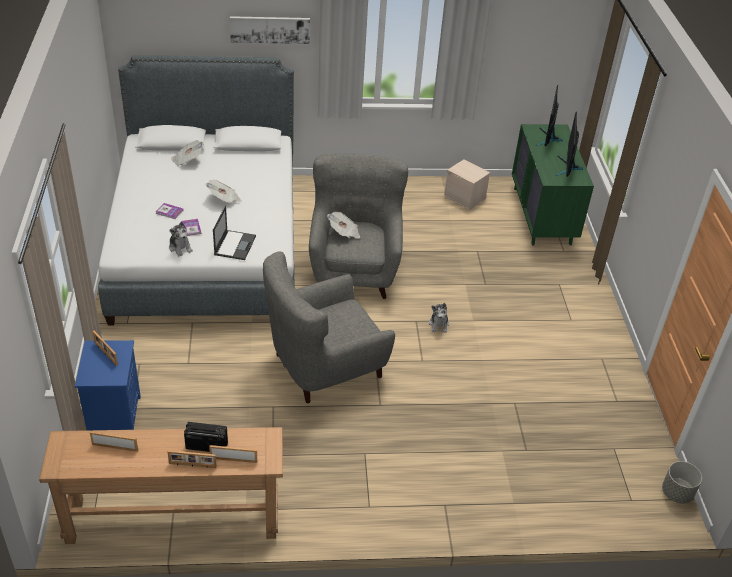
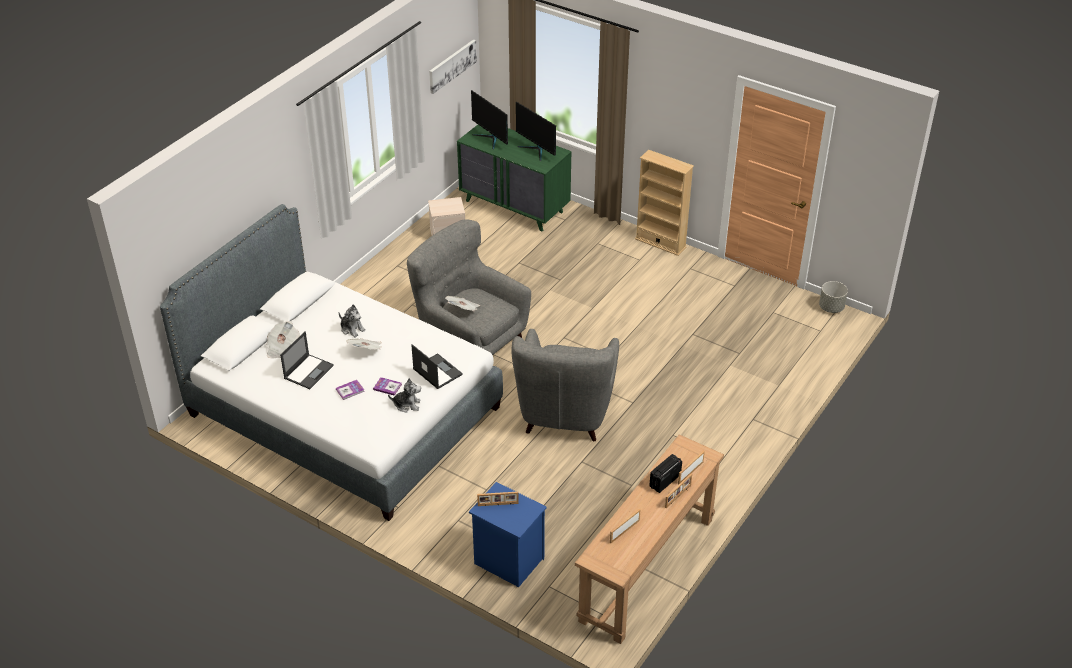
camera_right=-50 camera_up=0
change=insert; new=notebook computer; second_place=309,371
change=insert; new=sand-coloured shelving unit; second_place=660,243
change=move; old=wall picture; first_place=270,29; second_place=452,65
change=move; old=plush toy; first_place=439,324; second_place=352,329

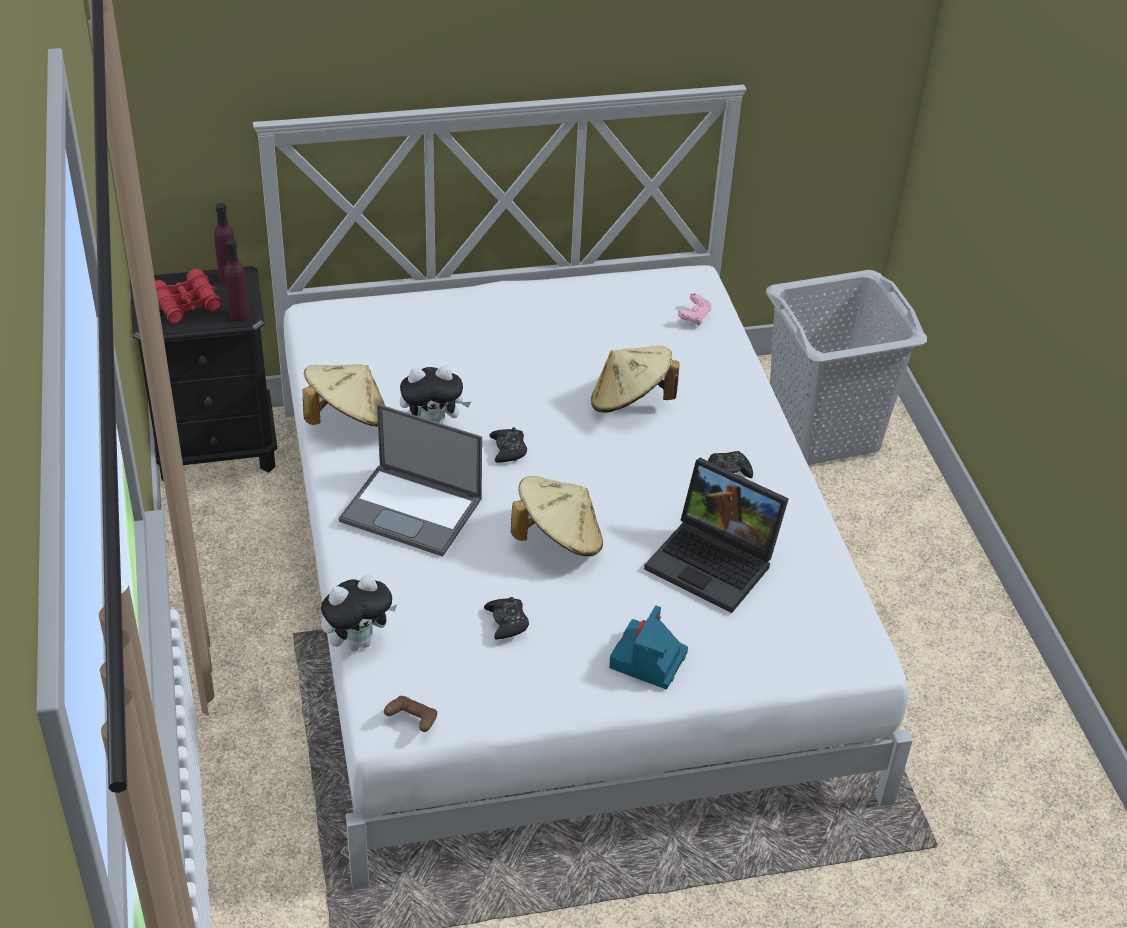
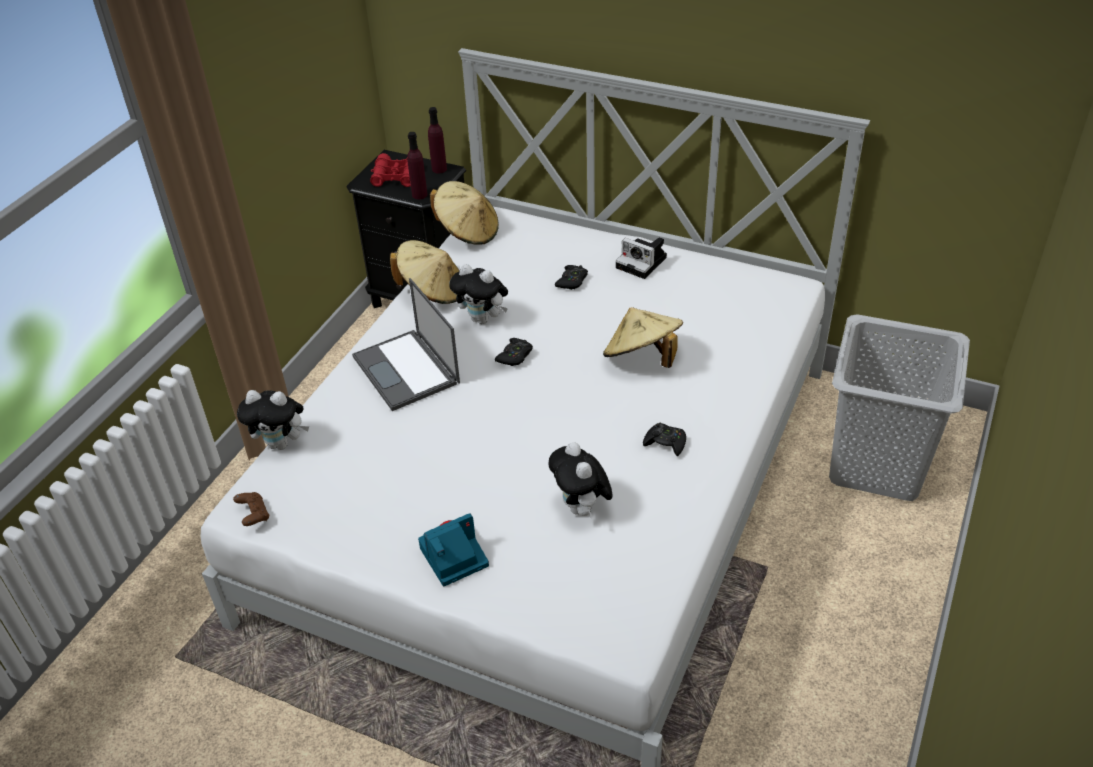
camera_right=40 camera_up=0
change=delete; old=pink game controller; first_place=694,317
change=insert; new=still camera; second_place=643,263
change=move; old=black-coloured game controller; first_place=507,622; second_place=572,281
change=move; old=sand-coloured clothing hat; first_place=559,539; second_place=467,232
change=replace; old=notebook computer; new=plush toy; first_place=715,562; second_place=581,508

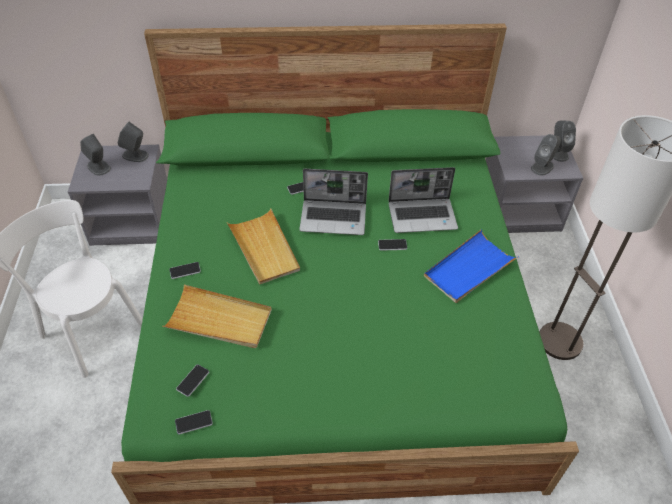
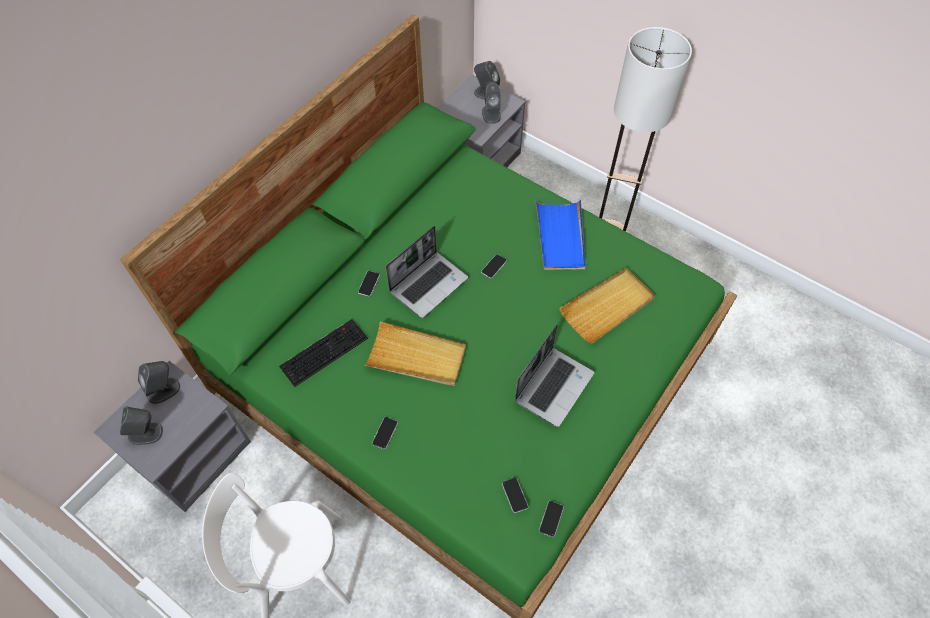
camera_right=-50 camera_up=10
change=insert; new=PC keyboard; second_place=324,351
change=move; old=sand-coloured tray; first_place=219,320; second_place=607,307
change=move; old=notebook computer; first_place=423,216; second_place=553,386

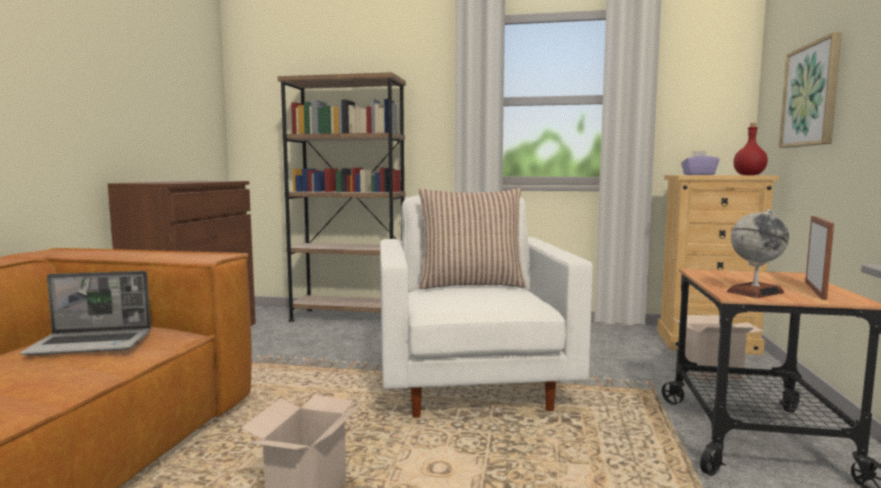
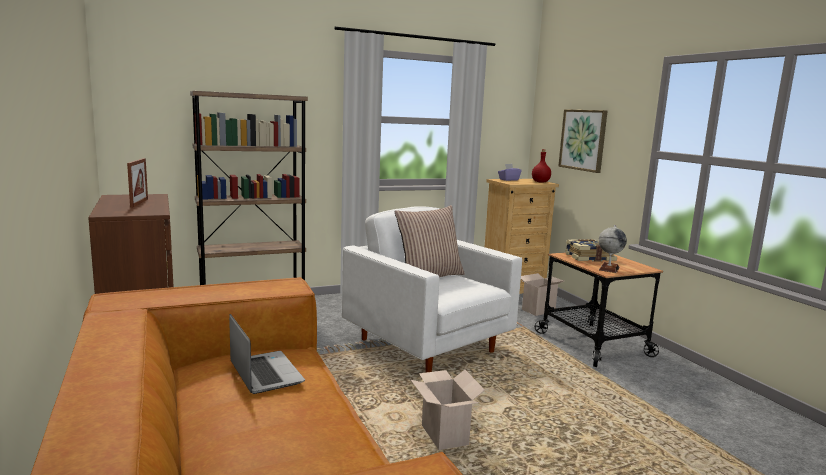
camera_right=-35 camera_up=5
change=insert; new=volume; second_place=589,257
change=move; old=photo frame; first_place=815,290; second_place=139,203
change=rotate; old=notebook computer; first_place=92,344; second_place=264,373; degrees=-75

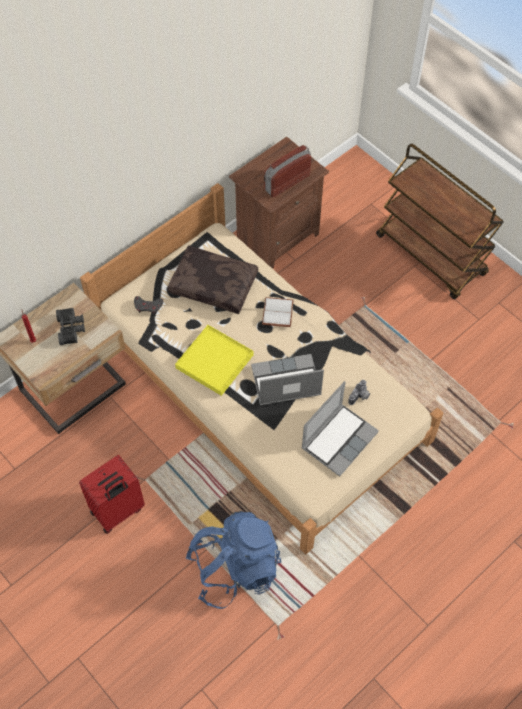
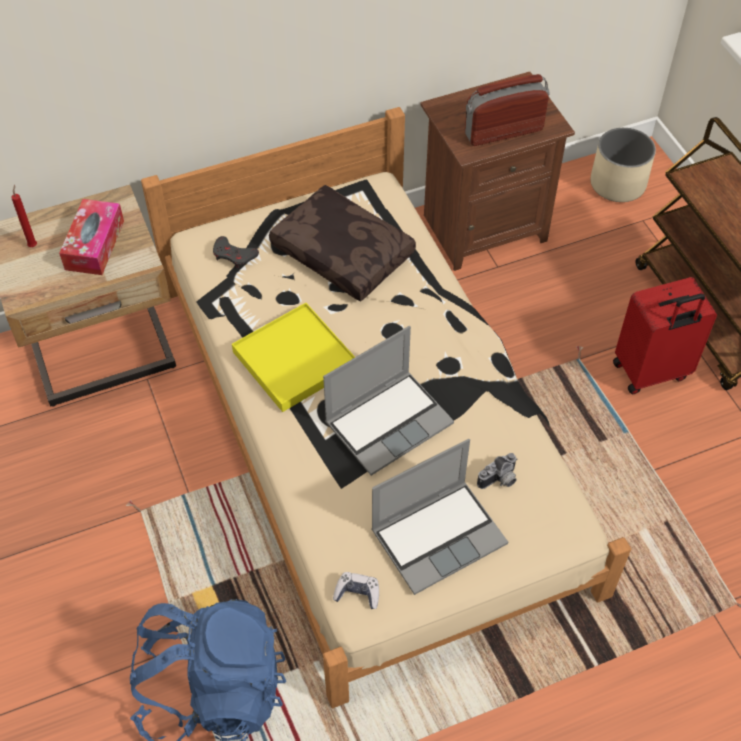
camera_right=20 camera_up=-5
change=delete; old=whitish volume; first_place=278,313
change=insert; new=game controller; second_place=357,593
change=insert; new=sand-coloured planter; second_place=618,183
change=move; old=reddish suitcase; first_place=118,511; second_place=651,372
change=replace; old=black-coloured pair of binoculars; new=tissue holder; first_place=71,328; second_place=94,245
change=rotate; old=notebook computer; first_place=285,382; second_place=389,422; degrees=135

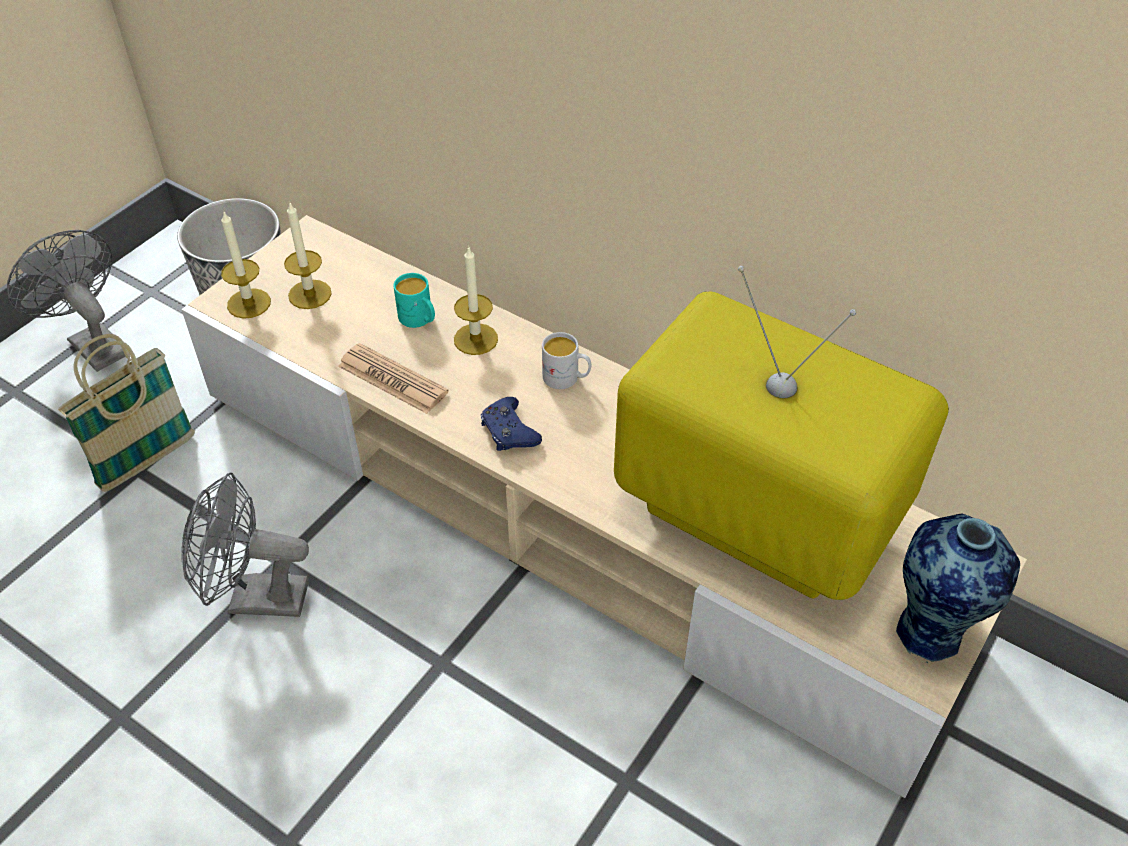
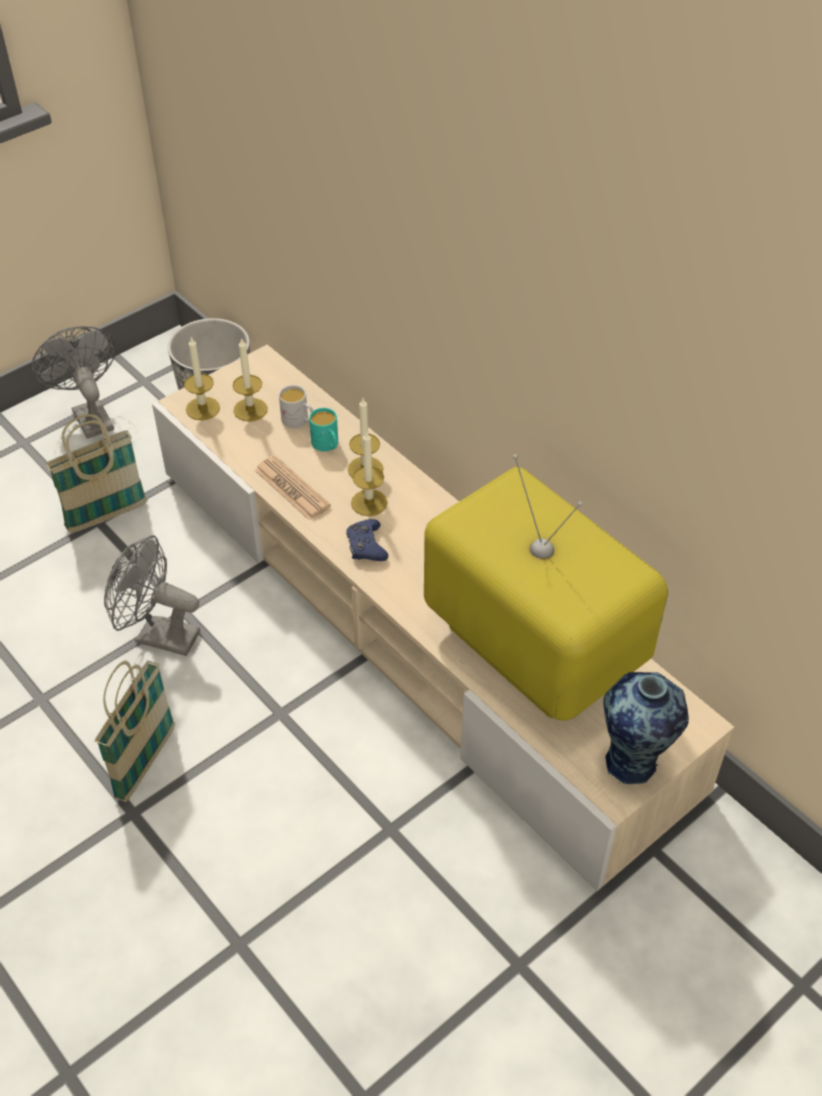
camera_right=15 camera_up=0
change=insert; new=basket; second_place=146,763
change=insert; new=wax candle; second_place=369,502
change=move; old=whitish mug; first_place=566,378; second_place=299,421

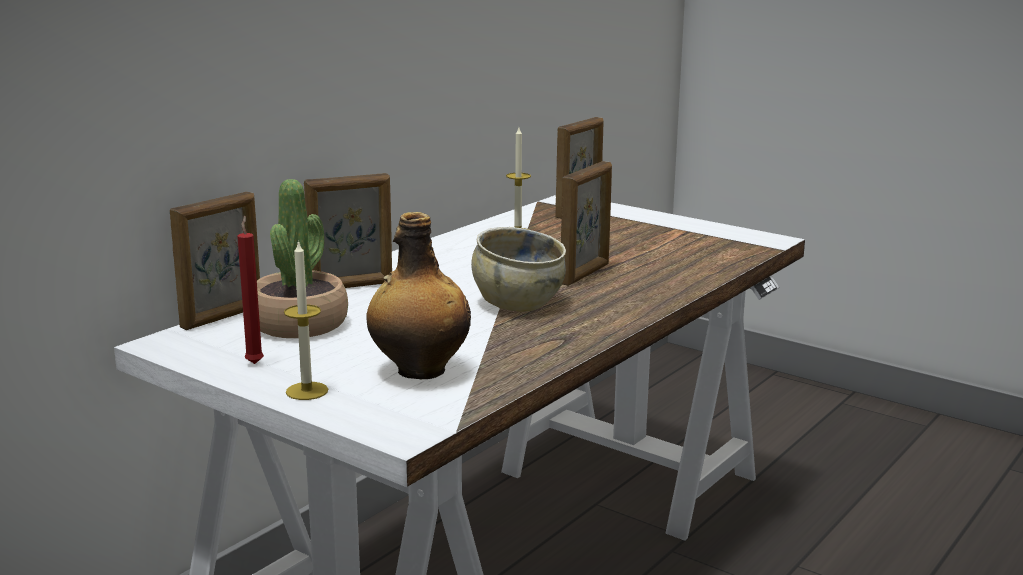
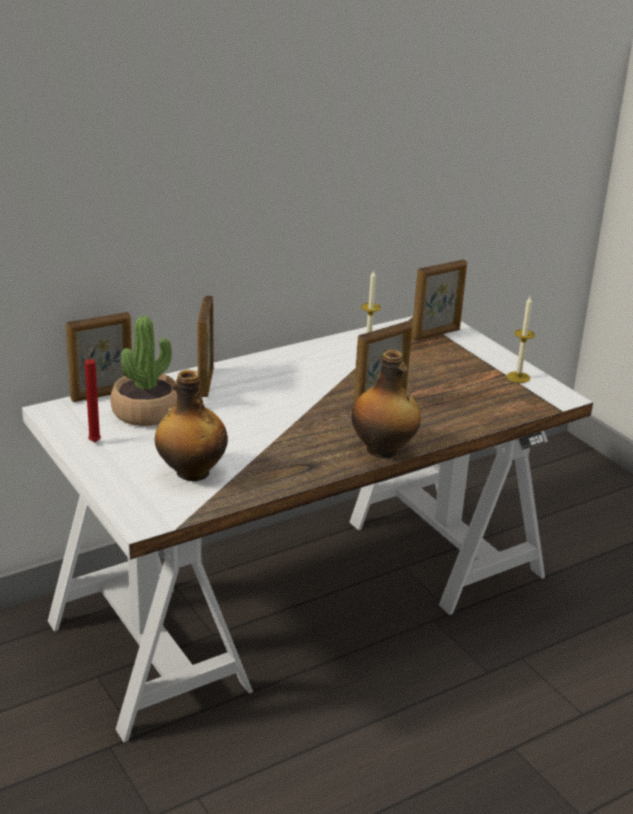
camera_right=20 camera_up=10
change=delete; old=sand-coloured serving bowl; first_place=517,303
change=insert; new=beverage bottle; second_place=383,450
change=move; old=wax candle; first_place=307,391; second_place=518,377
change=rotate; old=photo frame; first_place=351,286; second_place=205,382; degrees=90

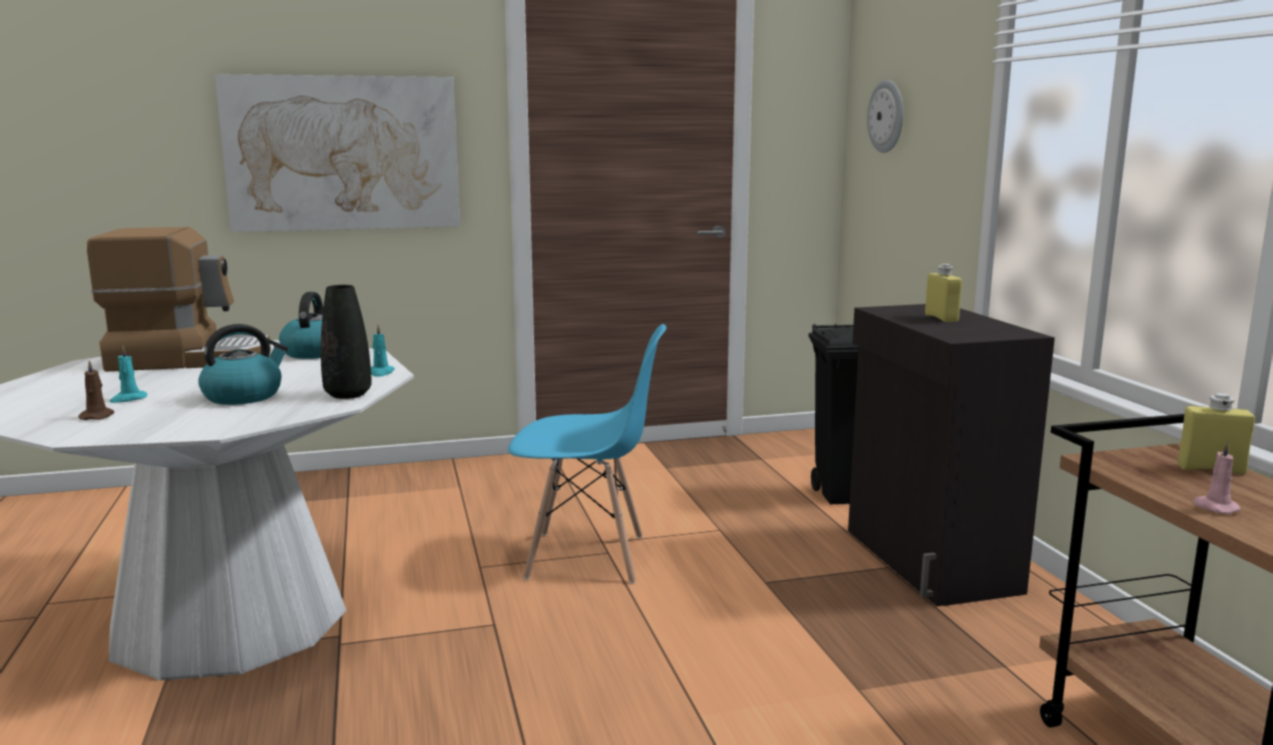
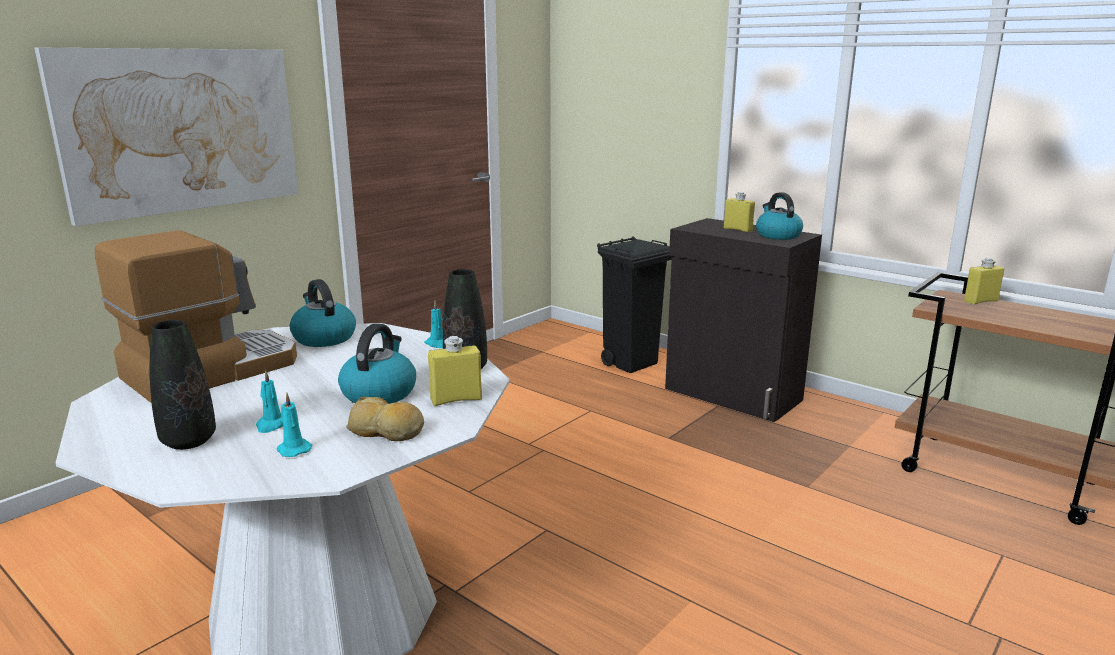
camera_right=-35 camera_up=5
change=delete; old=bluish chair; first_place=587,557
change=delete; old=wall clock; first_place=887,116
change=delete; old=pink wax candle; first_place=1214,507
change=insert; new=black-coloured flower vase; second_place=188,441
change=insert; new=bread; second_place=387,431
change=insert; new=yellow beverage bottle; second_place=456,399
change=insert; new=tea kettle; second_place=777,235
change=recolor; old=brownish wax candle; new=turquoise-coloured wax candle; first_place=98,416; second_place=293,449

